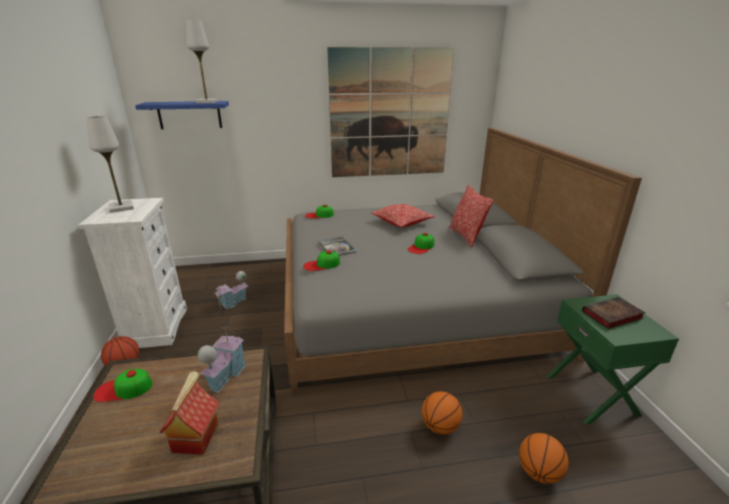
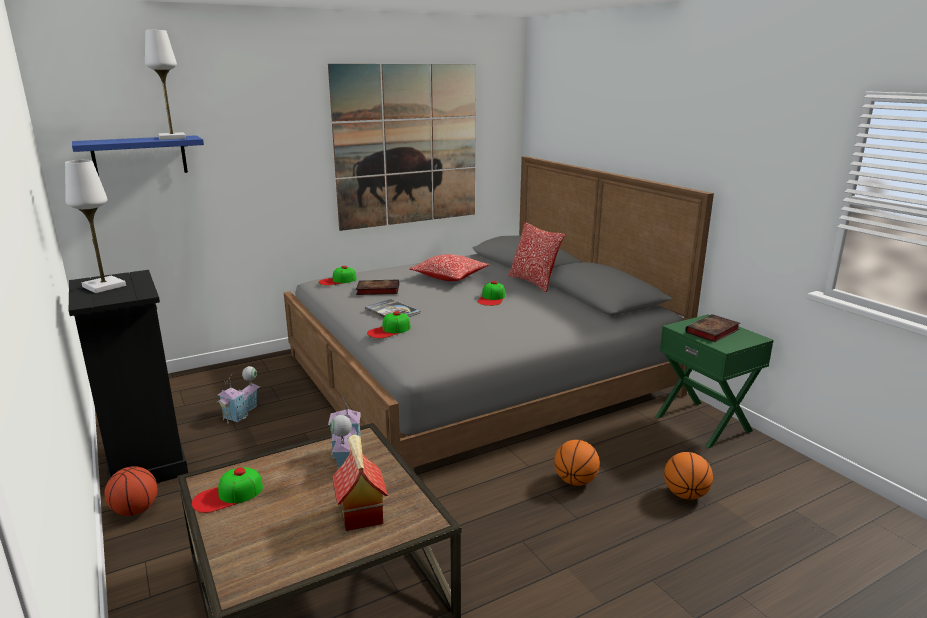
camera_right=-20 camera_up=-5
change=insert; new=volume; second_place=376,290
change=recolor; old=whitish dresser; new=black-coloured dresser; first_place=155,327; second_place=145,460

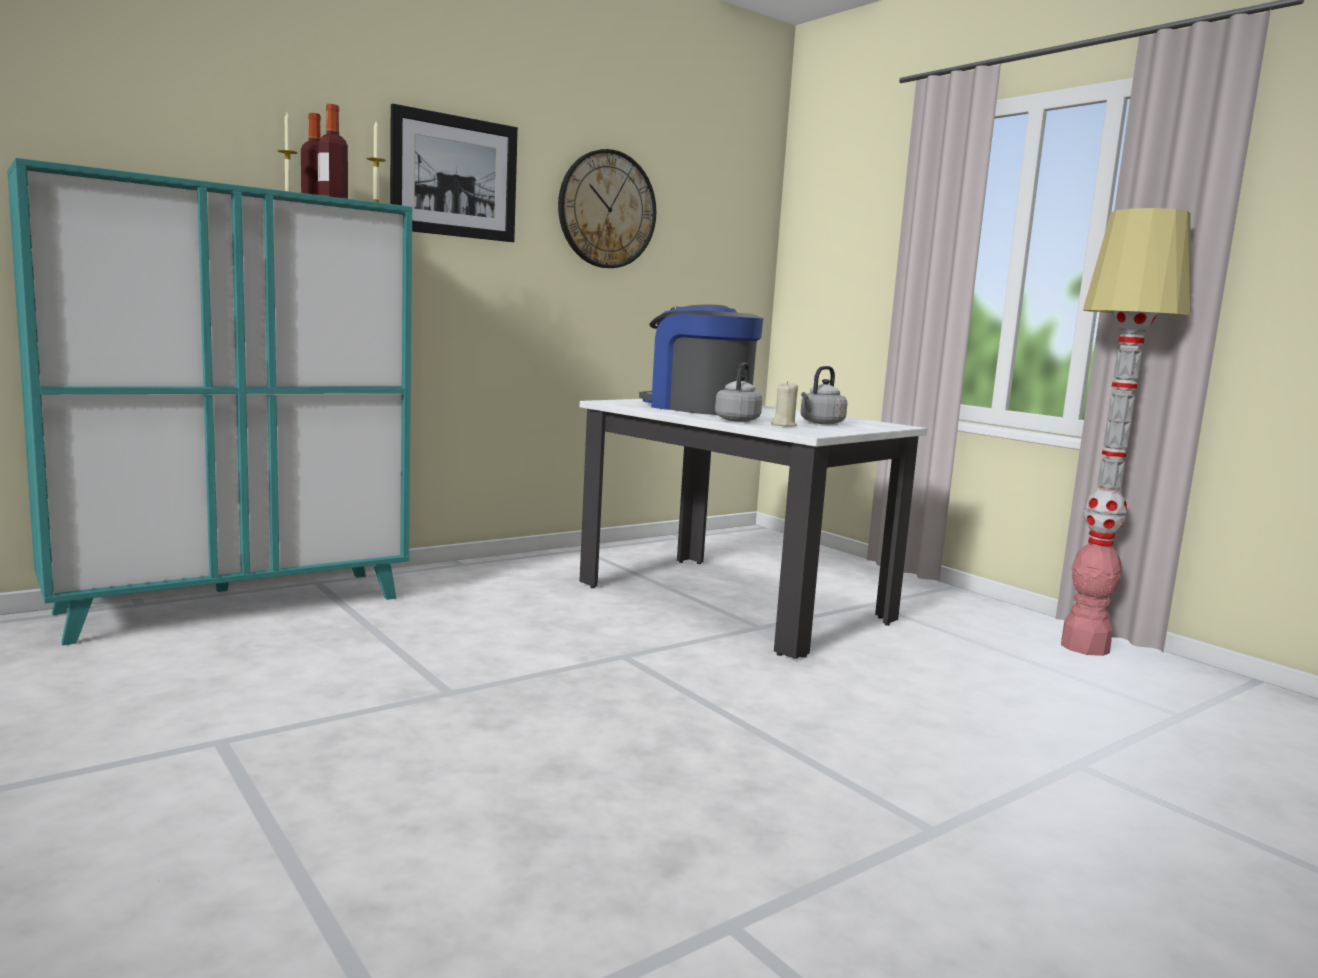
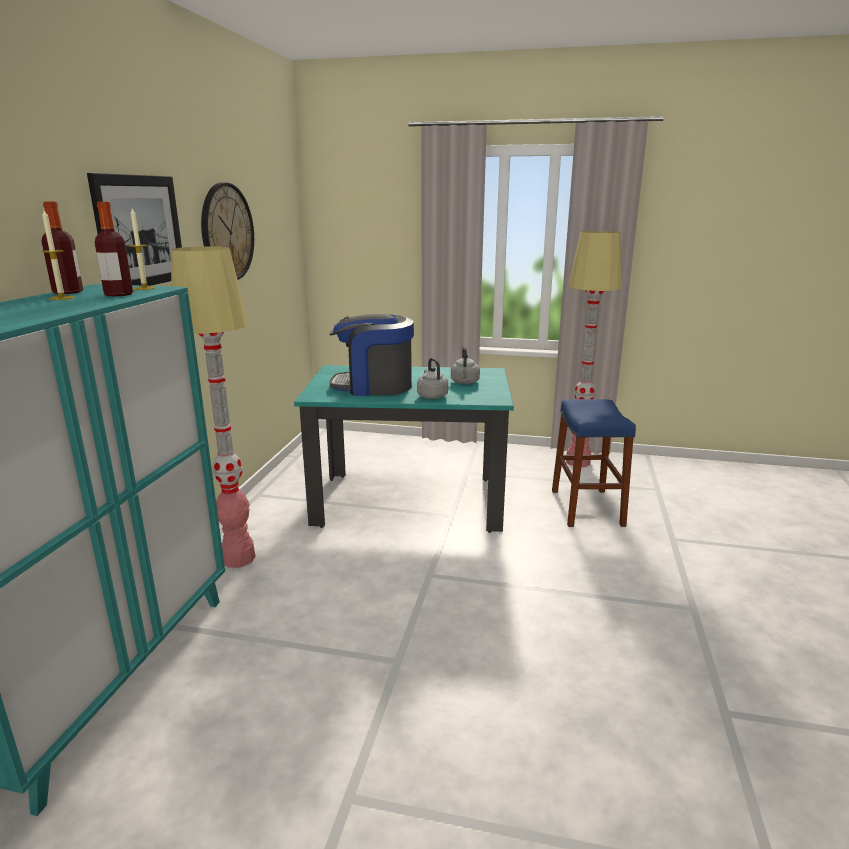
camera_right=-40 camera_up=10
change=delete; old=sand-coloured wax candle; first_place=784,425
change=insert; new=standard lamp; second_place=238,558
change=insert; new=bluish stool seat; second_place=586,508
change=recolor; old=whitish dinner table; new=turquoise-coloured dinner table; first_place=733,602; second_place=409,502

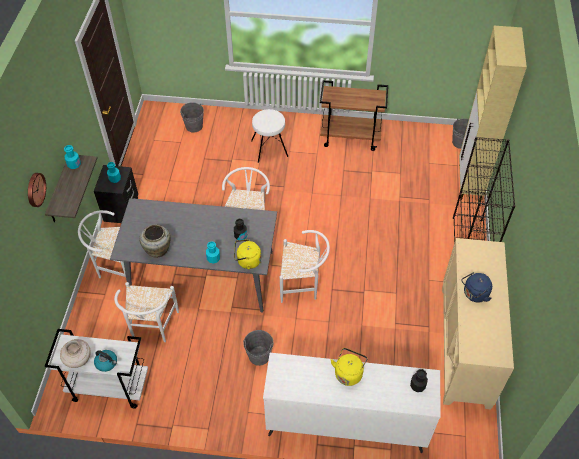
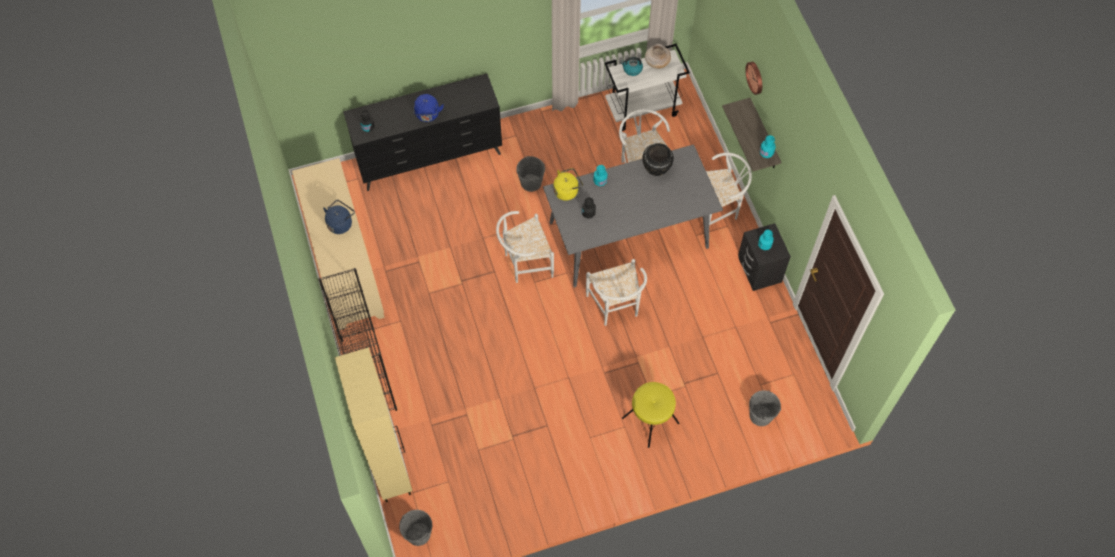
camera_right=155 camera_up=10
change=delete; old=brownish trolley; first_place=351,137
change=recolor; old=sand-coloured flower vase; new=black-coloured flower vase; first_place=158,250; second_place=656,169
change=recolor; old=whitish stool seat; new=yellow stool seat; first_place=269,148; second_place=650,421
change=recolor; old=whitish dresser; new=black-coloured dresser; first_place=345,424; second_place=430,158
change=recolor; old=yellow tea kettle; new=bluish tea kettle; first_place=348,373; second_place=427,115

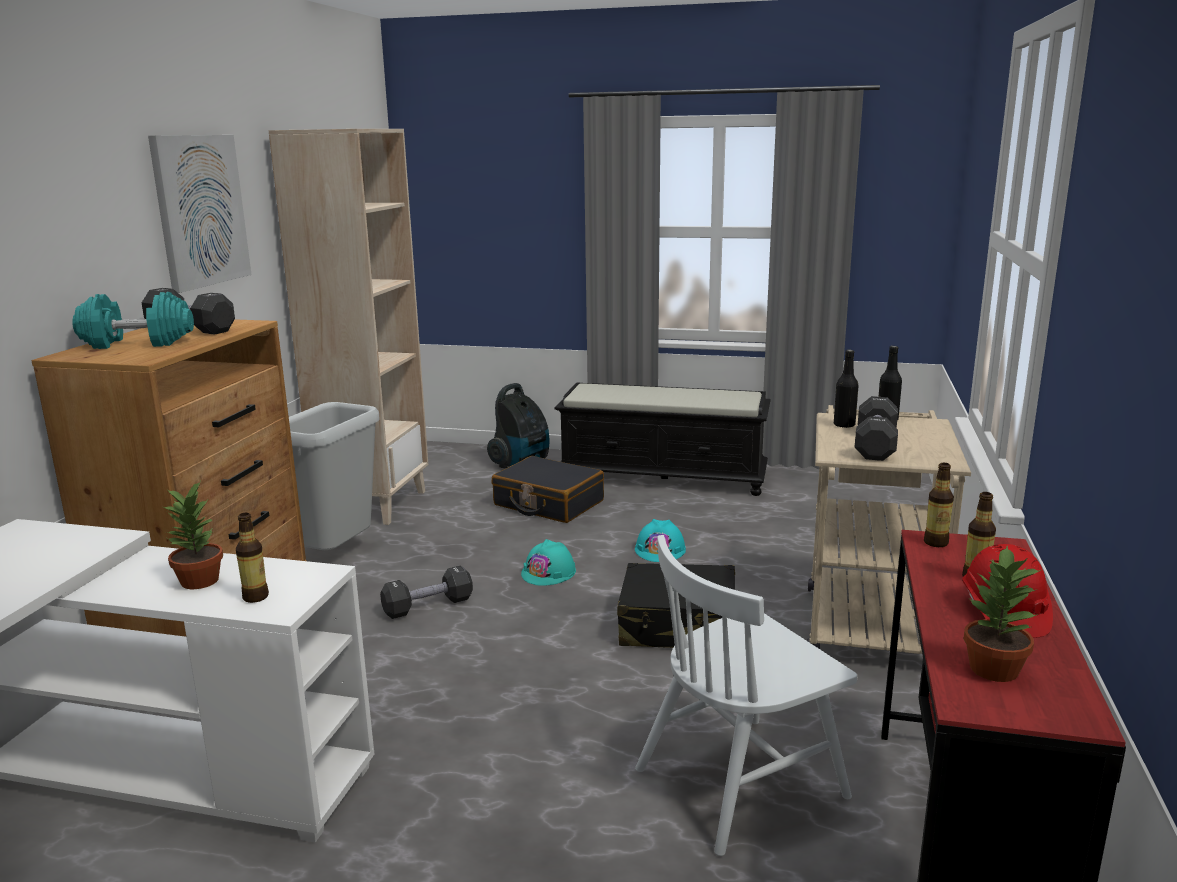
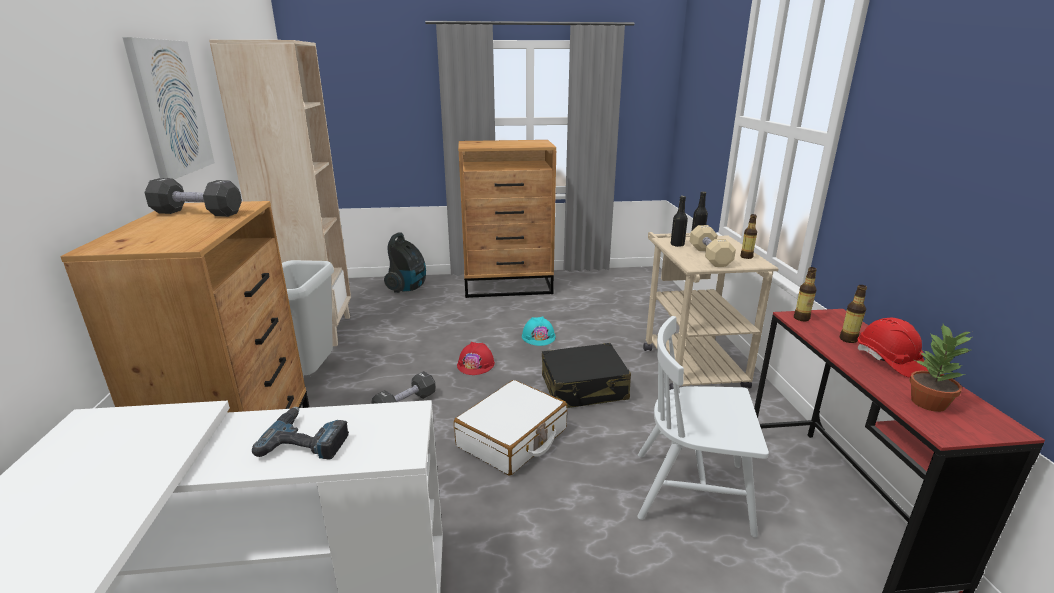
camera_right=-20 camera_up=5
change=delete; old=turquoise-coloured free weight; first_place=137,343
change=delete; old=black-coloured suitcase; first_place=548,503
change=insert; new=whitish suitcase; second_place=512,438
change=move; old=beverage bottle; first_place=255,597; second_place=746,257
change=replace; old=houseplant; new=drill; first_place=201,581; second_place=307,439
change=replace; old=black-coloured long seat; new=brownish dresser; first_place=664,477; second_place=508,286
change=recolor; old=turquoise-coloured safety helmet; new=reddish safety helmet; first_place=549,572; second_place=476,364
change=recolor; old=black-coloured free weight; new=sand-coloured free weight; first_place=875,445; second_place=709,256
change=rotate; old=whitish chair; first_place=740,782; second_place=693,491; degrees=60

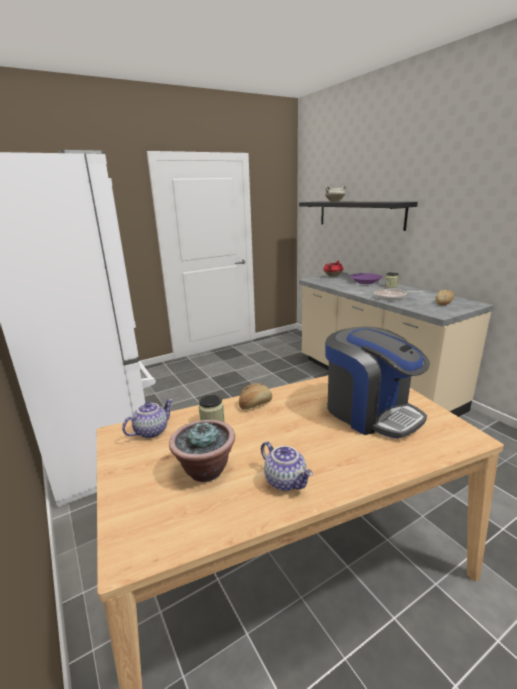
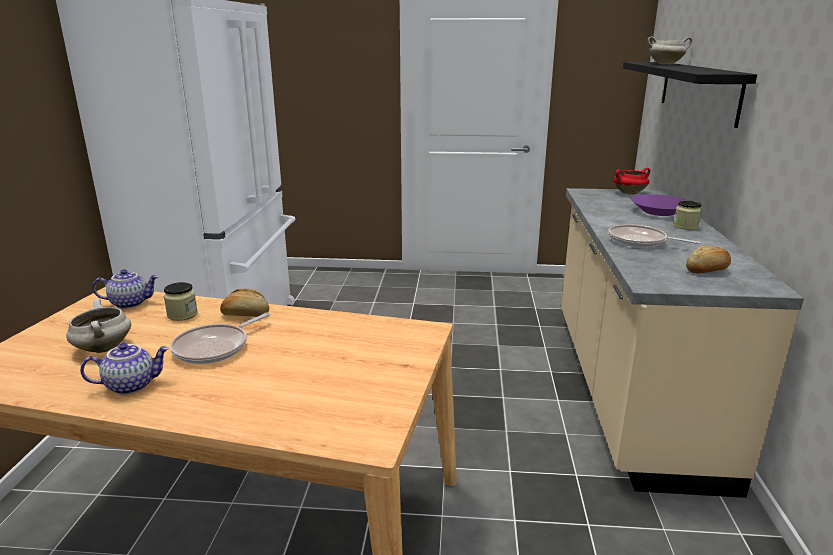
camera_right=35 camera_up=0
change=delete; old=coffee maker; first_place=370,412
change=insert; new=skillet; second_place=215,347
change=replace; old=houseplant; new=whitish stockpot; first_place=205,470; second_place=102,348
change=rotate; old=pot for tea; first_place=286,481; second_place=131,385; degrees=-105

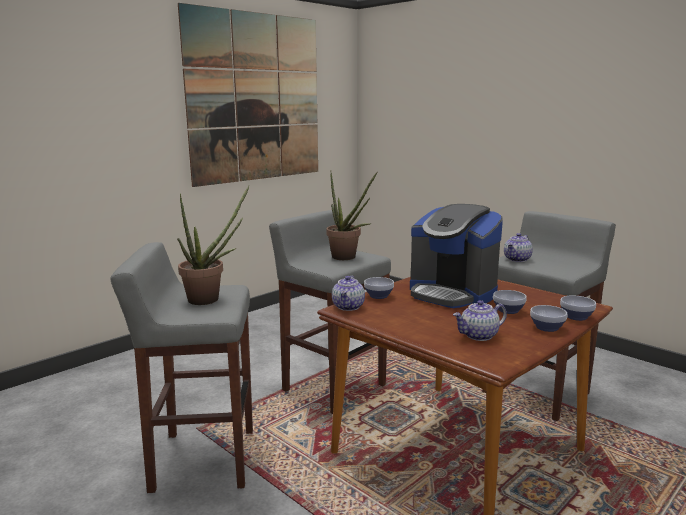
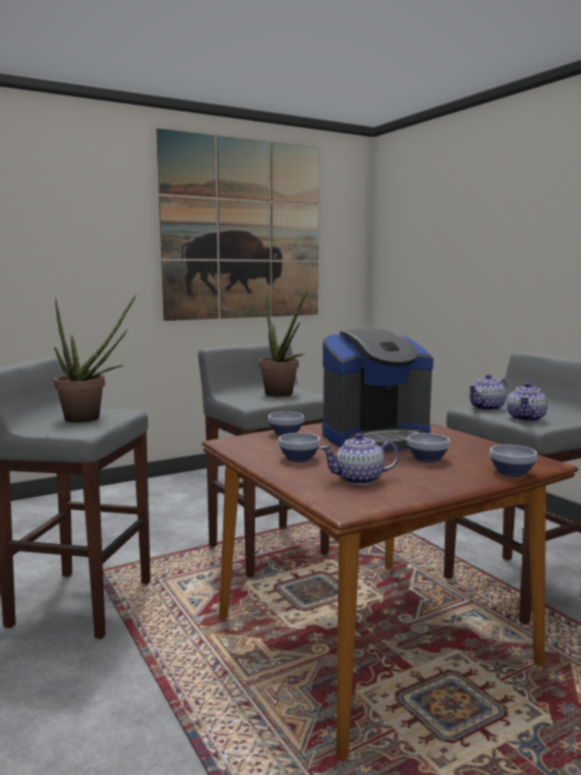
camera_right=15 camera_up=-5
change=move; old=pot for tea; first_place=348,307; second_place=526,419
change=move; old=serving bowl; first_place=547,328; second_place=298,459
change=rotate; old=coffee maker; first_place=452,294; second_place=376,438; degrees=-75

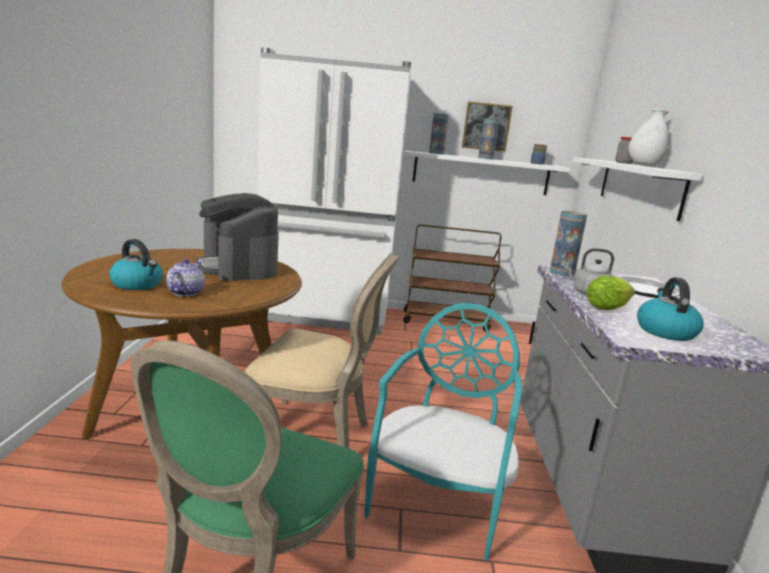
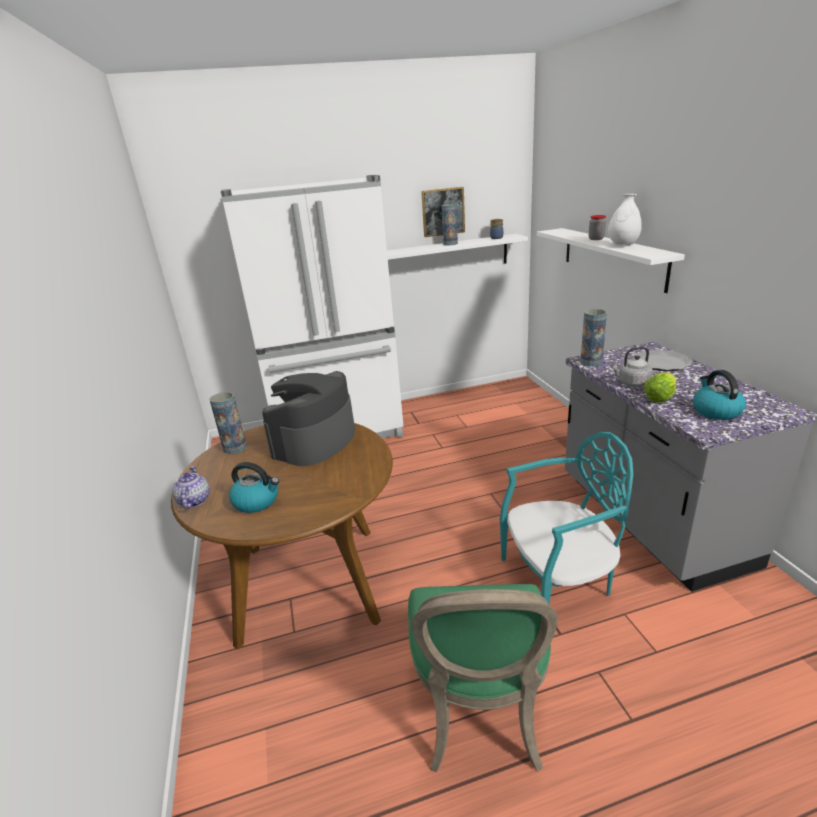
camera_right=-15 camera_up=10
change=delete; old=sand-coloured chair; first_place=315,437
change=delete; old=brownish trolley; first_place=446,321
change=move; old=pot for tea; first_place=185,292; second_place=194,501
change=move; old=flower vase; first_place=436,153; second_place=235,448
change=rotate; old=coffee maker; first_place=238,267; second_place=314,441; degrees=75
change=rotate; old=turquoise-coloured chair; first_place=438,503; second_place=559,582; degrees=75

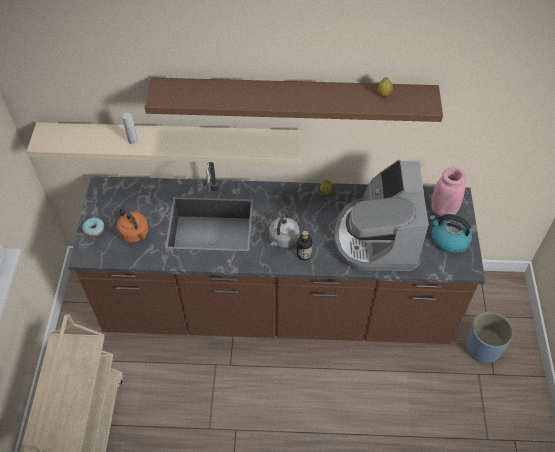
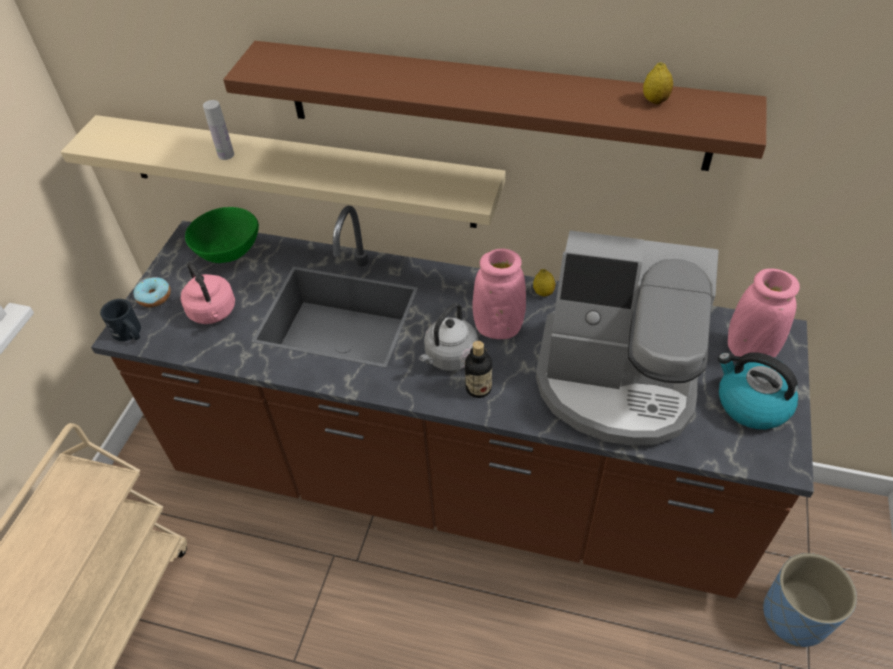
camera_right=15 camera_up=-5
change=insert; new=black-coloured mug; second_place=130,333
change=insert; new=green-coloured serving bowl; second_place=227,249
change=insert; new=pink flower vase; second_place=498,328
change=recolor; old=orange tea kettle; new=pink tea kettle; first_place=135,234; second_place=213,313
change=rotate; old=coffee maker; first_place=377,238; second_place=616,381; degrees=-90

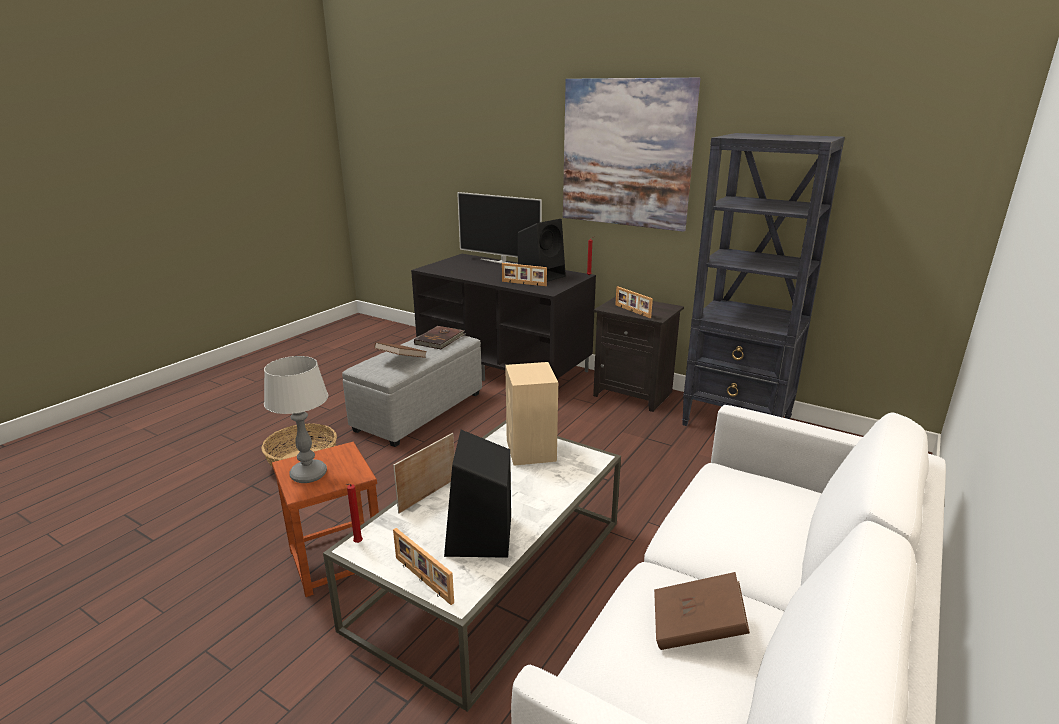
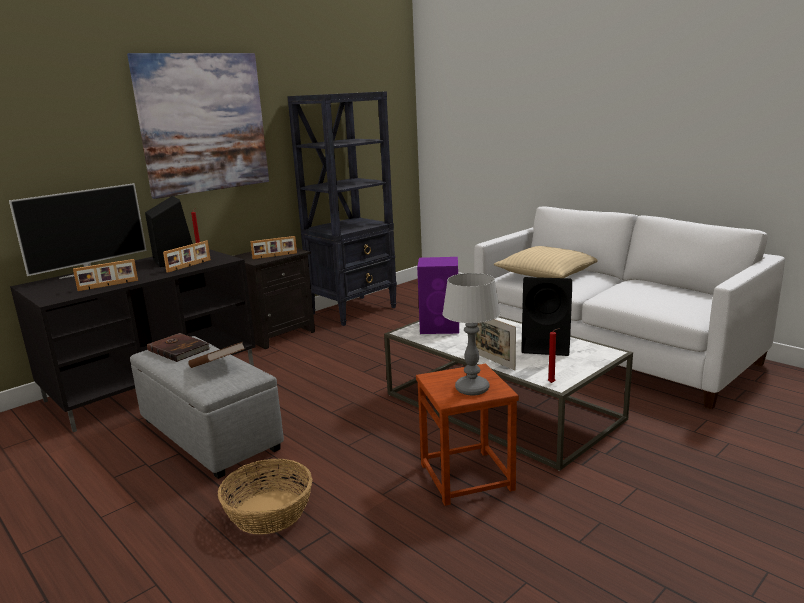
camera_right=-75 camera_up=-5
change=delete; old=brownish volume; first_place=696,629
change=insert; new=sand-coloured throw pillow; second_place=546,274
change=move; old=photo frame; first_place=422,580; second_place=108,285
change=recolor; old=sand-coloured loudspeaker; new=purplish loudspeaker; first_place=531,451; second_place=441,327

